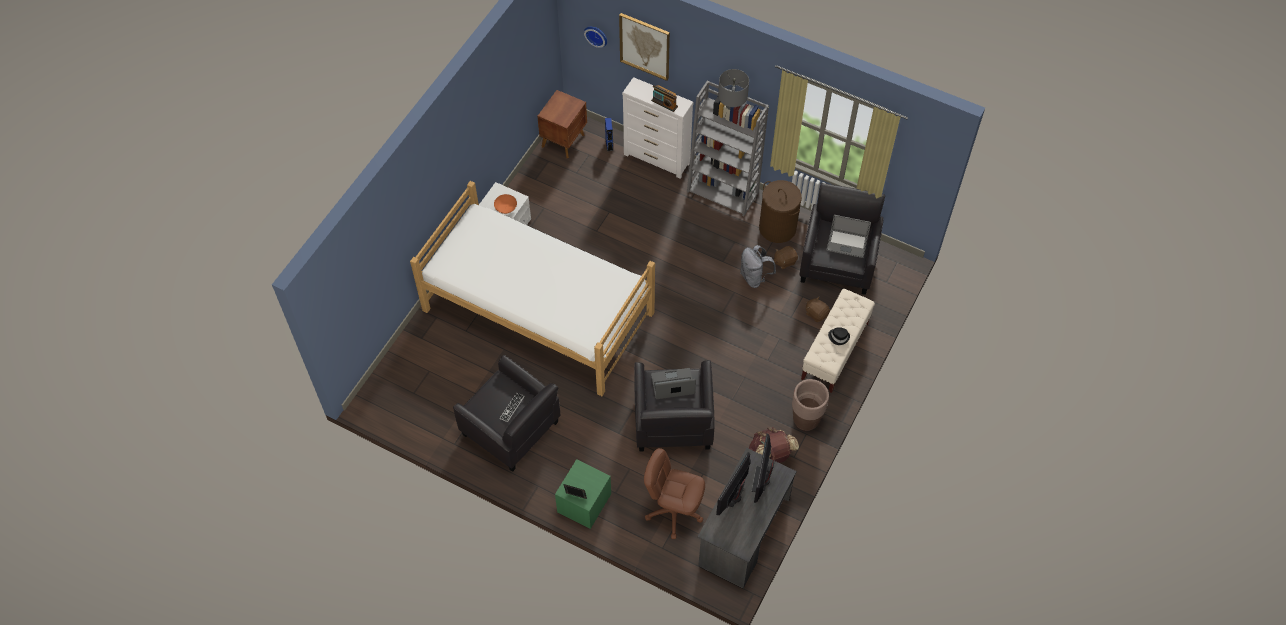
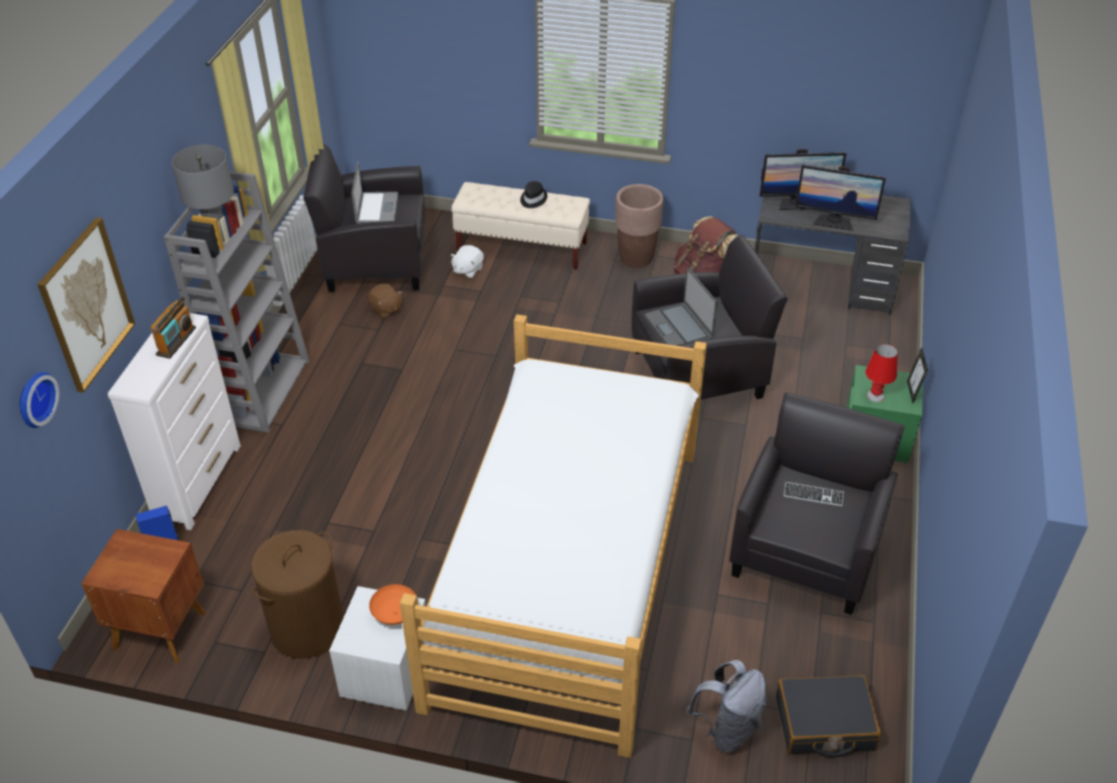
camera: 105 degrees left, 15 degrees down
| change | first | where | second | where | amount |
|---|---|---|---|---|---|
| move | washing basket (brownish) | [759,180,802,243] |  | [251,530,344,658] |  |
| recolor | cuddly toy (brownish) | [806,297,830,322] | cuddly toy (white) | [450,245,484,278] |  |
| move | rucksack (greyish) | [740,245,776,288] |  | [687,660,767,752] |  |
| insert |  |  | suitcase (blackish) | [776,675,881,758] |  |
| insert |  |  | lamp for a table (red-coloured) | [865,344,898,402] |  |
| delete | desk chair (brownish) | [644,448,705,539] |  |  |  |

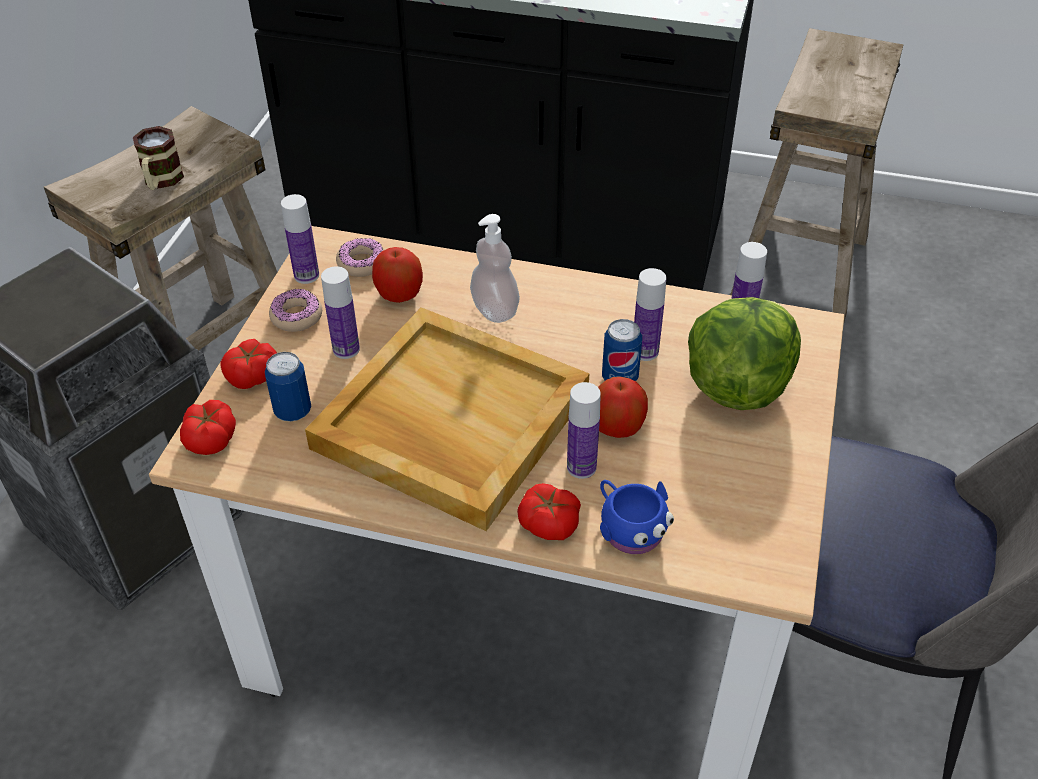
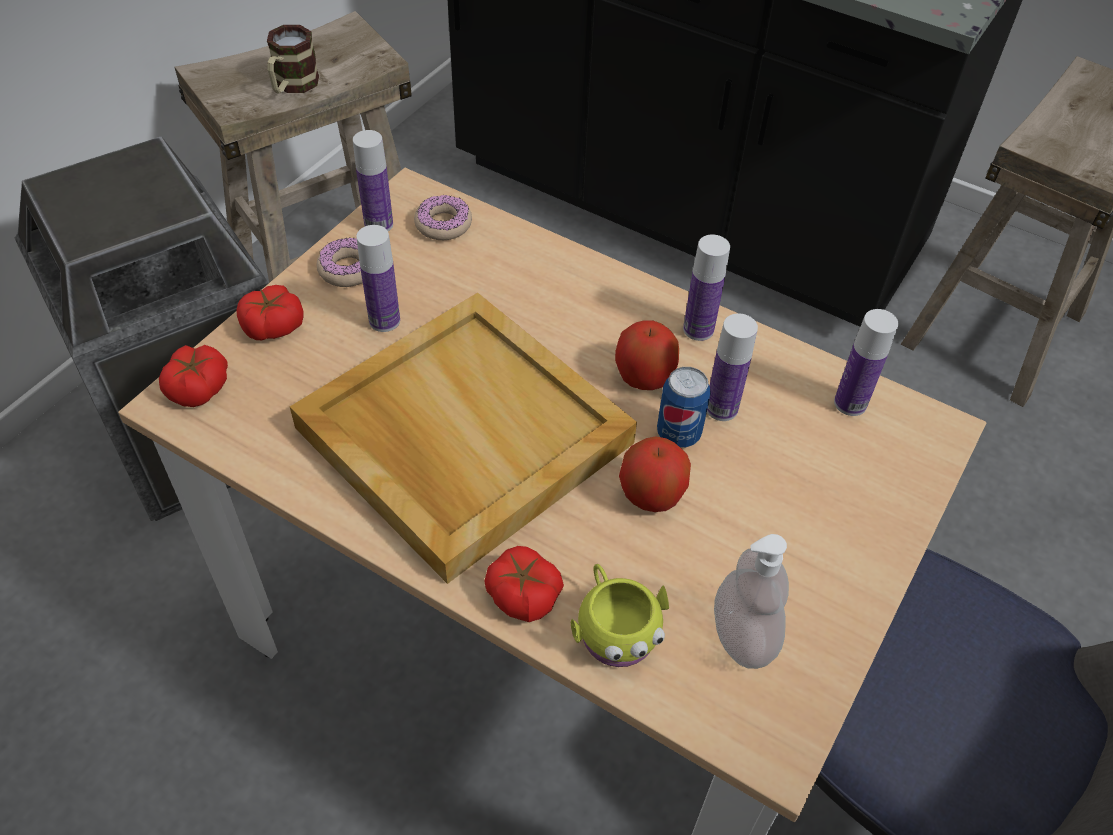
camera: 15 degrees right, 5 degrees up
| change | first | where | second | where | amount |
|---|---|---|---|---|---|
| recolor | tea mug (blue-coloured) | [600,480,674,554] | tea mug (yellow) | [571,564,669,667] |  |
| move | apple fruit | [372,247,423,303] |  | [615,320,679,390] |  |
| move | drink bottle | [567,382,601,479] |  | [683,235,730,341] |  |
| move | soap bottle | [470,214,520,323] |  | [714,534,789,669] |  |
| delete | can | [265,352,311,422] |  |  |  |
| delete | head of lettuce | [688,297,801,410] |  |  |  |

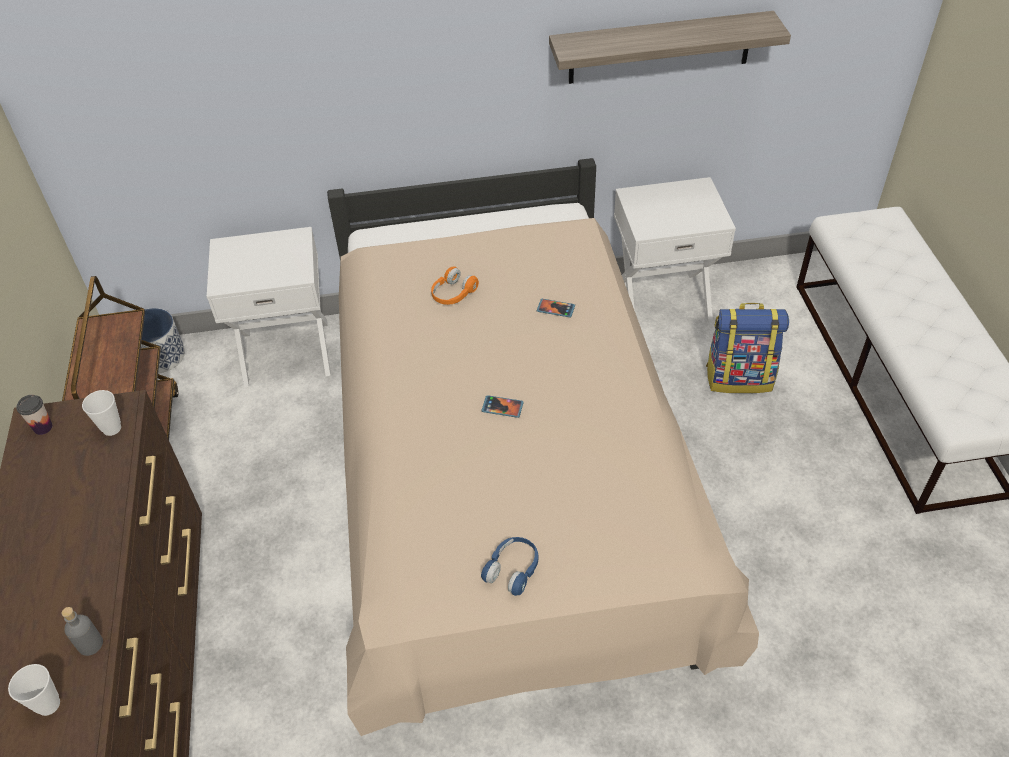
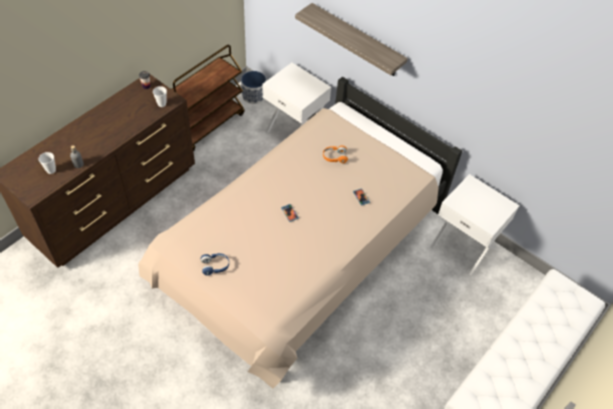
camera: 45 degrees right, 5 degrees up
| change | first | where | second | where | amount |
|---|---|---|---|---|---|
| move | wall shelf | [549,11,791,84] |  | [295,3,408,76] |  |
| delete | rucksack | [706,303,789,393] |  |  |  |

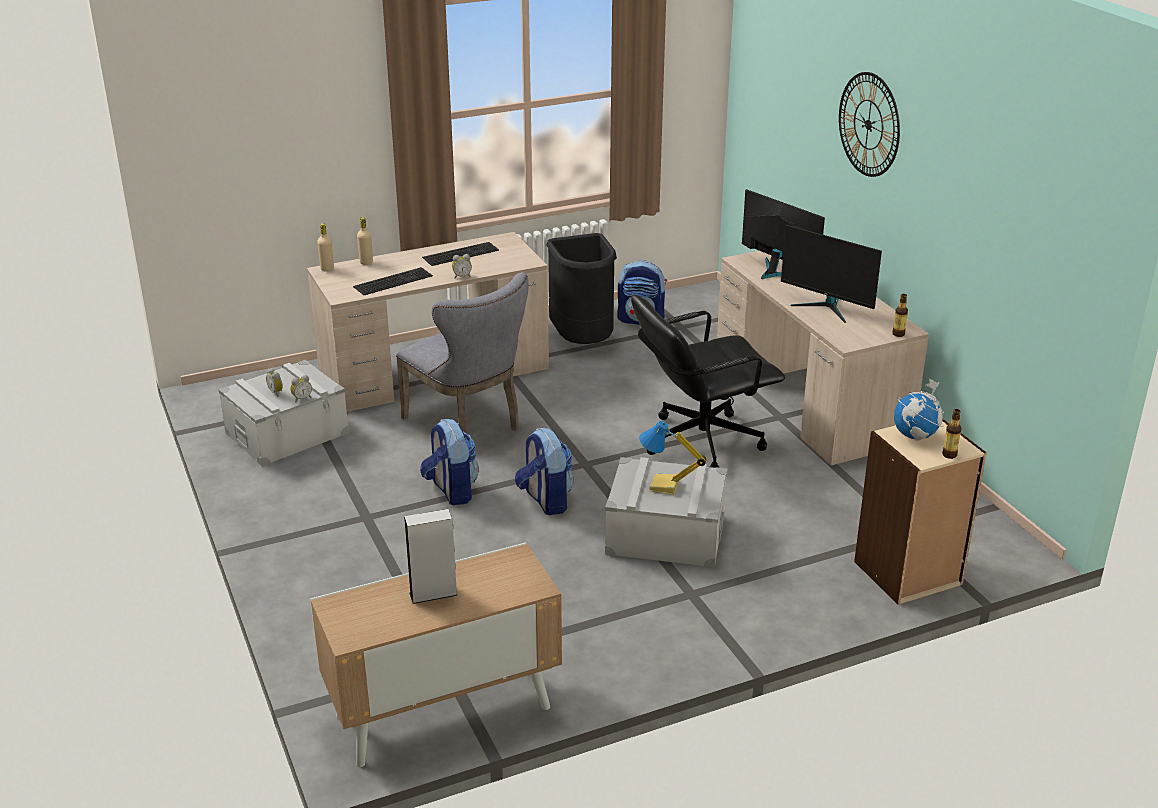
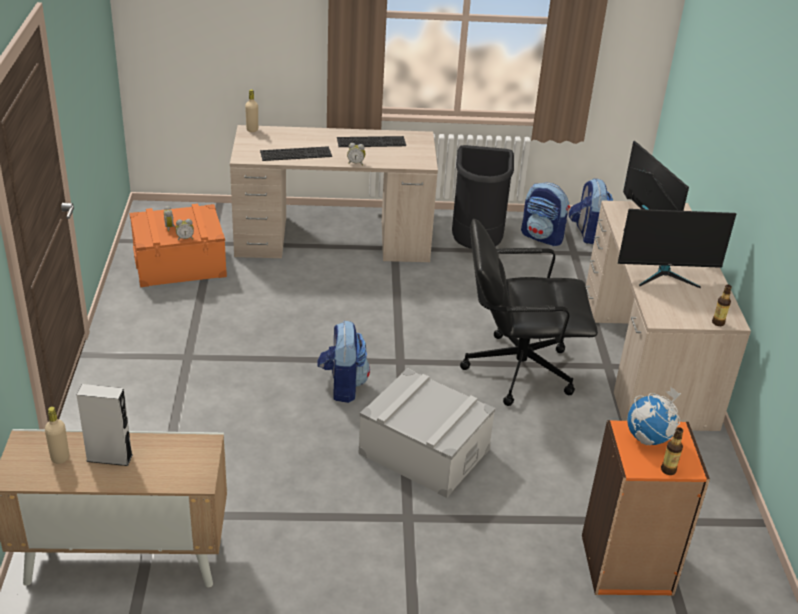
camera: 20 degrees right, 5 degrees up
| change | first | where | second | where | amount |
|---|---|---|---|---|---|
| move | drink bottle (beige) | [357,217,373,265] |  | [45,406,69,464] |  |
| recolor | storage box (greyish) | [219,360,349,467] | storage box (orangey) | [129,204,227,287] |  |
| move | rucksack | [420,419,479,505] |  | [569,178,613,244] |  |
| recolor | bookshelf (beige) | [854,419,987,605] | bookshelf (orangey) | [582,420,710,596] |  |
| rotate | computer screen | [781,225,882,323] |  | [618,209,736,289] | 60 degrees counterclockwise |
| delete | chair (greyish) | [396,272,529,433] |  |  |  |
| delete | lamp for a table | [639,421,707,495] |  |  |  |
| delete | hanging clock | [839,72,900,177] |  |  |  |

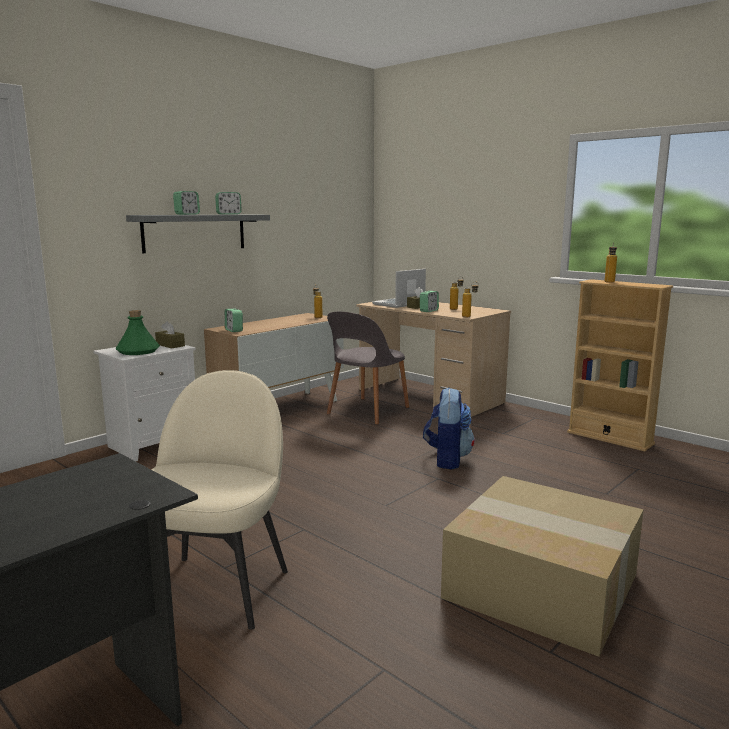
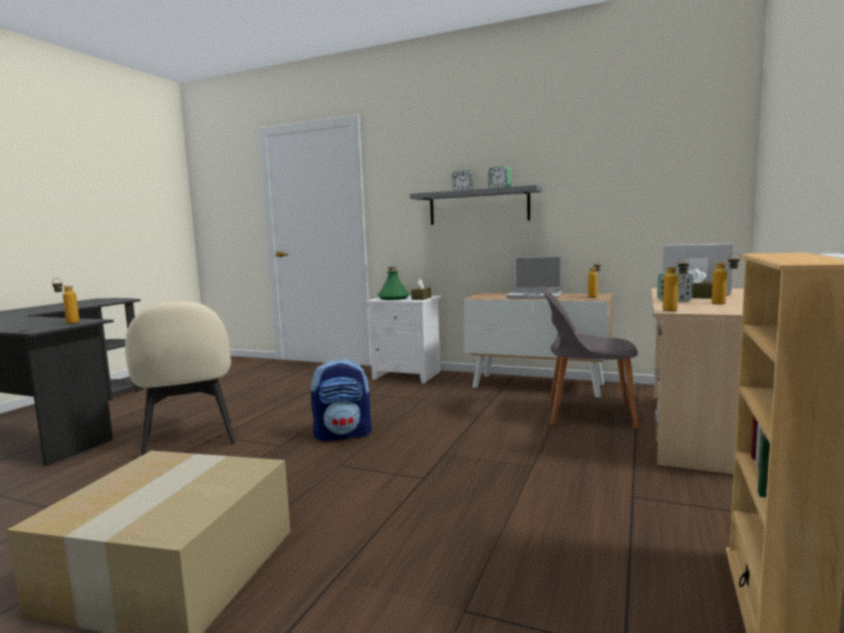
camera: 70 degrees right, 5 degrees down
| change | first | where | second | where | amount |
|---|---|---|---|---|---|
| move | drink bottle | [605,242,617,283] |  | [52,278,80,324] |  |
| rotate | chair (beige) | [152,370,288,630] |  | [125,301,236,456] | 75 degrees clockwise |
| move | rucksack | [423,388,475,470] |  | [311,359,372,441] |  |
| insert |  |  | laptop | [506,255,562,299] |  |
| delete | table clock | [225,309,243,332] |  |  |  |

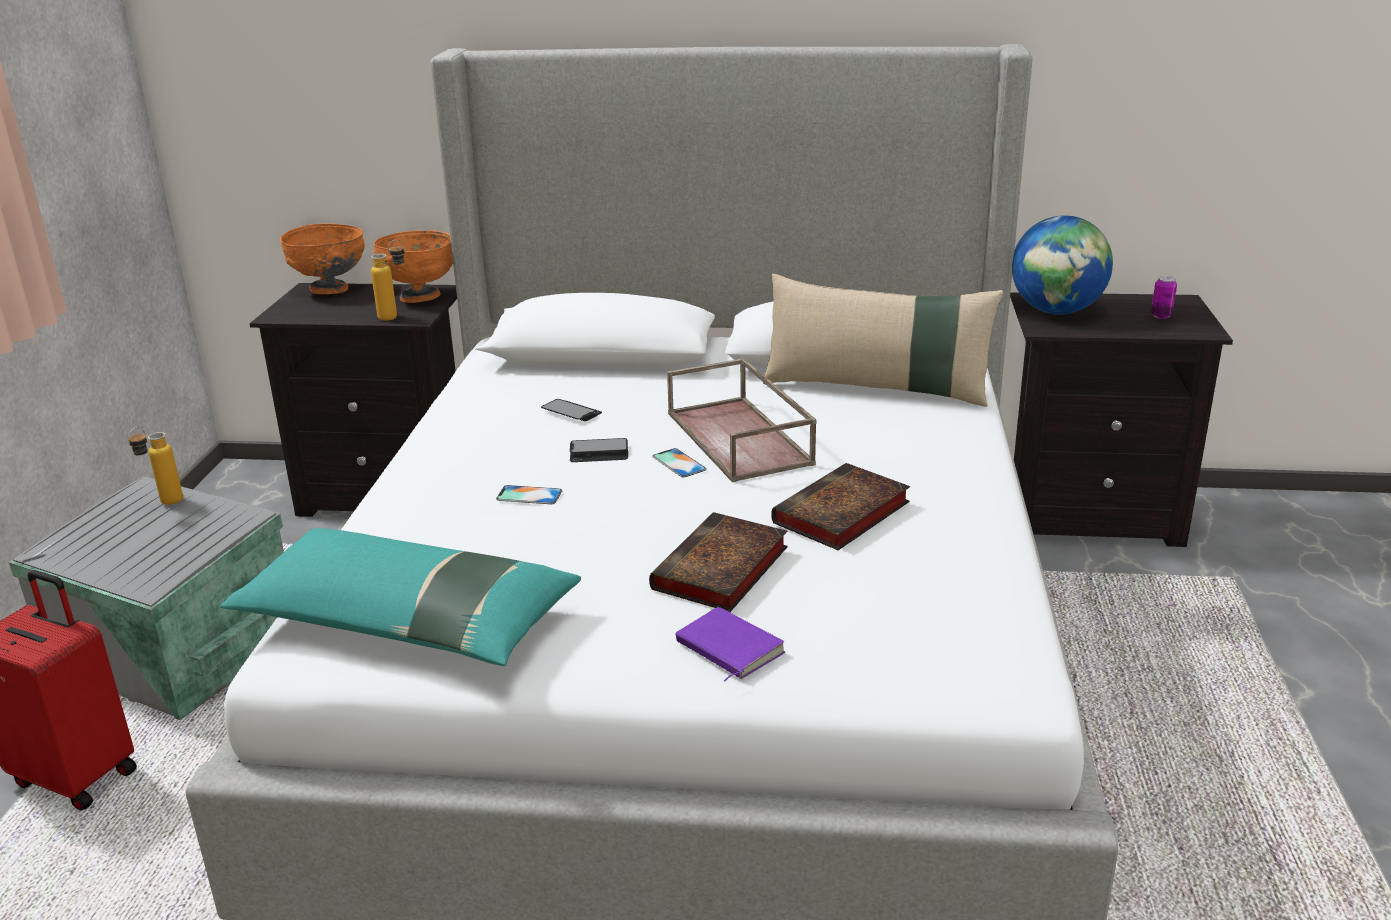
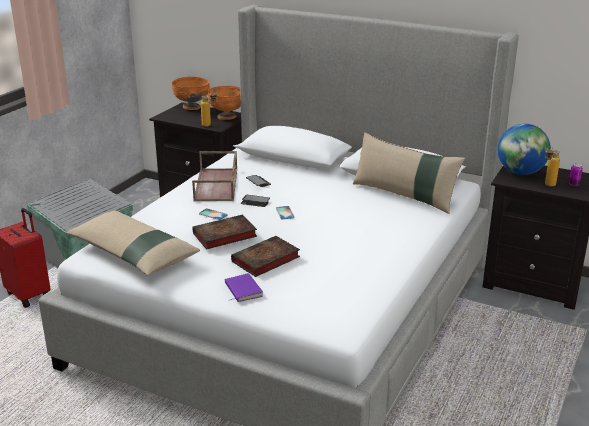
camera: 20 degrees right, 0 degrees up
| change | first | where | second | where | amount |
|---|---|---|---|---|---|
| recolor | throw pillow (turquoise) | [221,528,581,666] | throw pillow (beige) | [66,211,200,276] |  |
| move | serving tray (brownish) | [667,358,817,482] |  | [192,151,237,201] |  |
| move | volume | [771,463,910,550] |  | [192,214,257,249] |  |
| move | drink bottle | [128,427,183,505] |  | [545,146,560,187] |  |

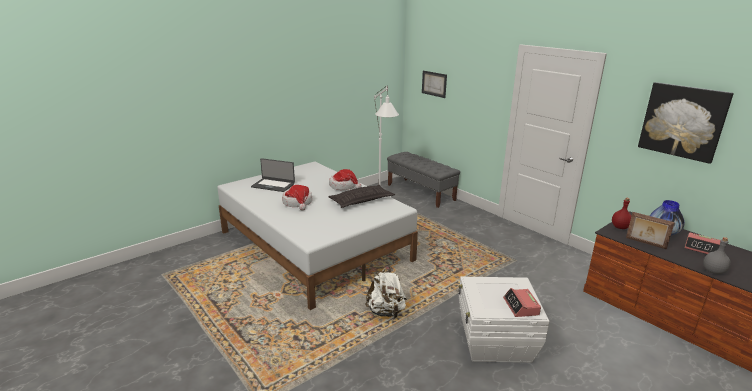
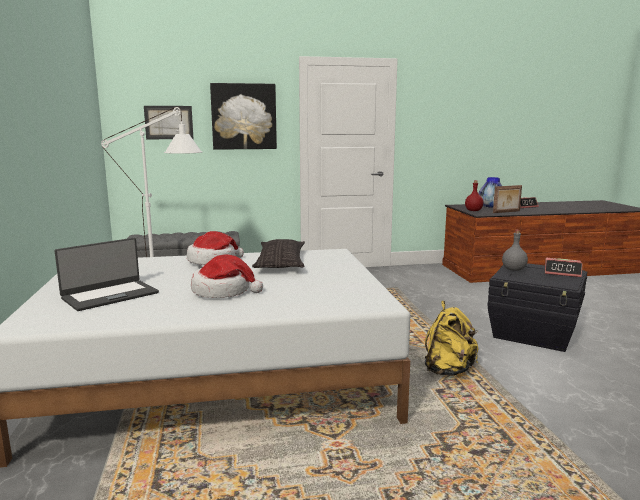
camera: 60 degrees left, 10 degrees down
| change | first | where | second | where | amount |
|---|---|---|---|---|---|
| move | picture | [638,82,734,164] |  | [210,83,277,150] |  |
| recolor | rucksack (white) | [365,266,407,318] | rucksack (yellow) | [425,301,478,376] |  |
| recolor | storage box (white) | [459,277,549,363] | storage box (blackish) | [488,263,587,352] |  |
| move | drink bottle (greyish) | [704,237,731,274] |  | [502,230,528,271] |  |

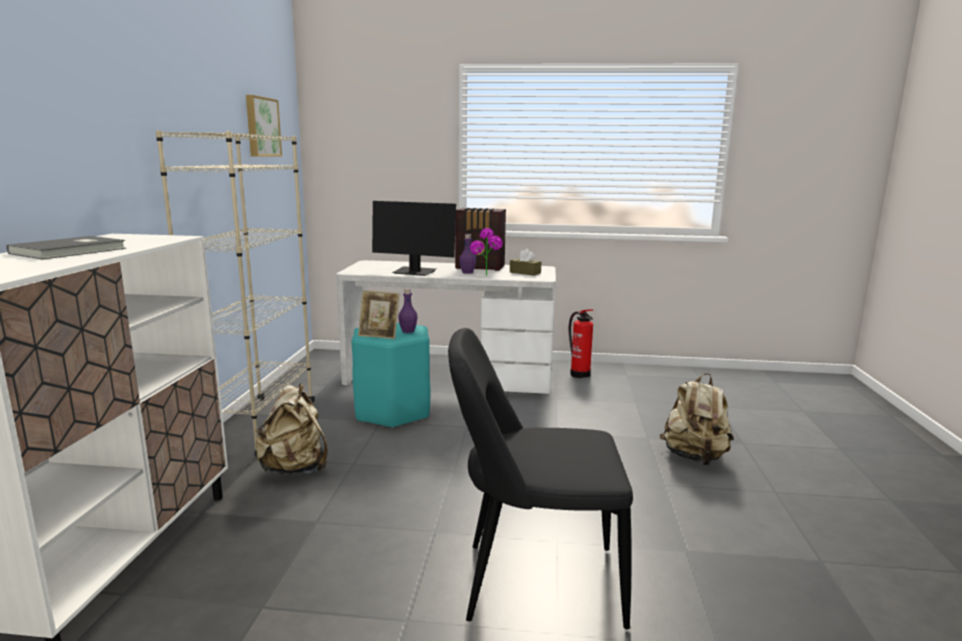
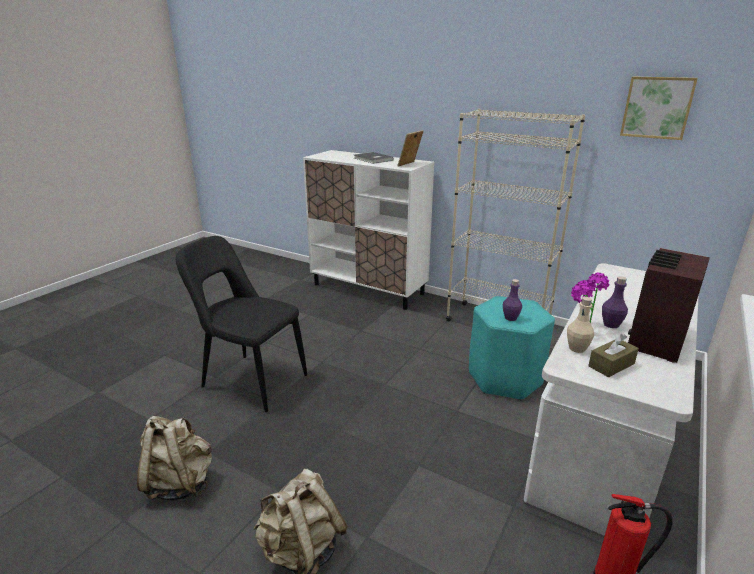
camera: 115 degrees right, 10 degrees up
| change | first | where | second | where | amount |
|---|---|---|---|---|---|
| move | rucksack (beige) | [255,384,327,474] |  | [137,416,213,500] |  |
| rotate | chair (blackish) | [448,328,633,629] |  | [176,236,307,412] | 90 degrees counterclockwise |
| move | picture frame | [358,290,400,339] |  | [398,130,424,167] |  |
| insert |  |  | drink bottle (beige) | [567,297,594,353] |  |
| delete | computer screen | [372,201,456,276] |  |  |  |

